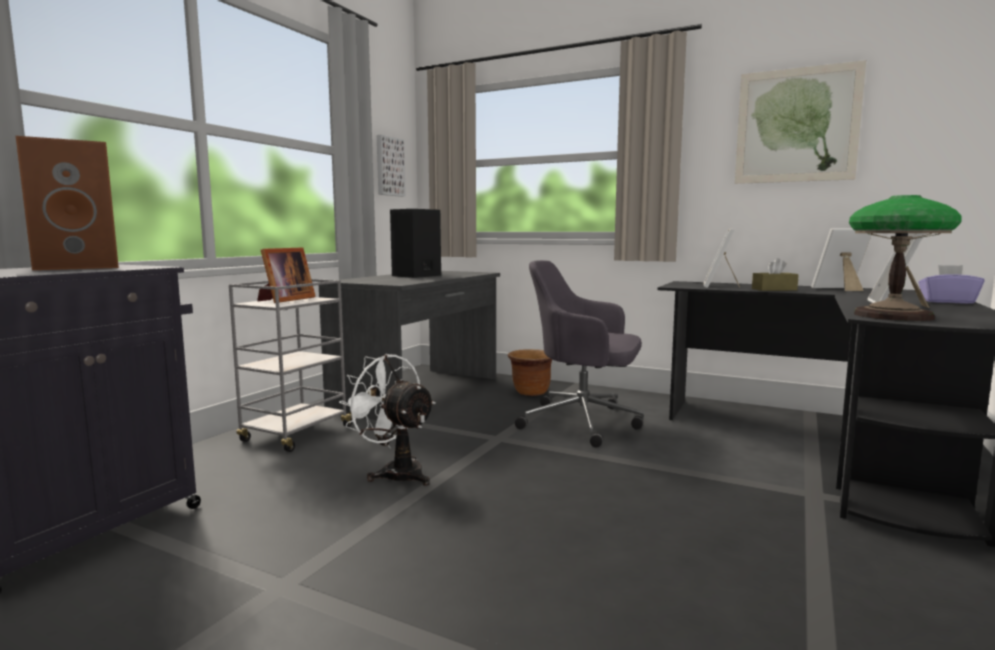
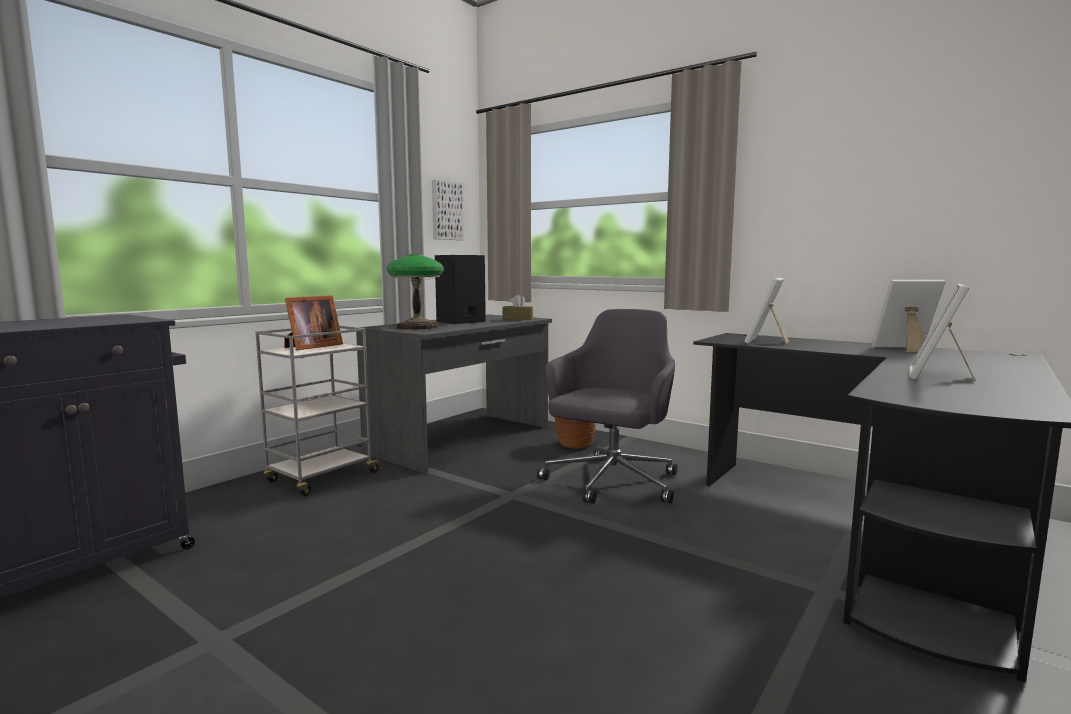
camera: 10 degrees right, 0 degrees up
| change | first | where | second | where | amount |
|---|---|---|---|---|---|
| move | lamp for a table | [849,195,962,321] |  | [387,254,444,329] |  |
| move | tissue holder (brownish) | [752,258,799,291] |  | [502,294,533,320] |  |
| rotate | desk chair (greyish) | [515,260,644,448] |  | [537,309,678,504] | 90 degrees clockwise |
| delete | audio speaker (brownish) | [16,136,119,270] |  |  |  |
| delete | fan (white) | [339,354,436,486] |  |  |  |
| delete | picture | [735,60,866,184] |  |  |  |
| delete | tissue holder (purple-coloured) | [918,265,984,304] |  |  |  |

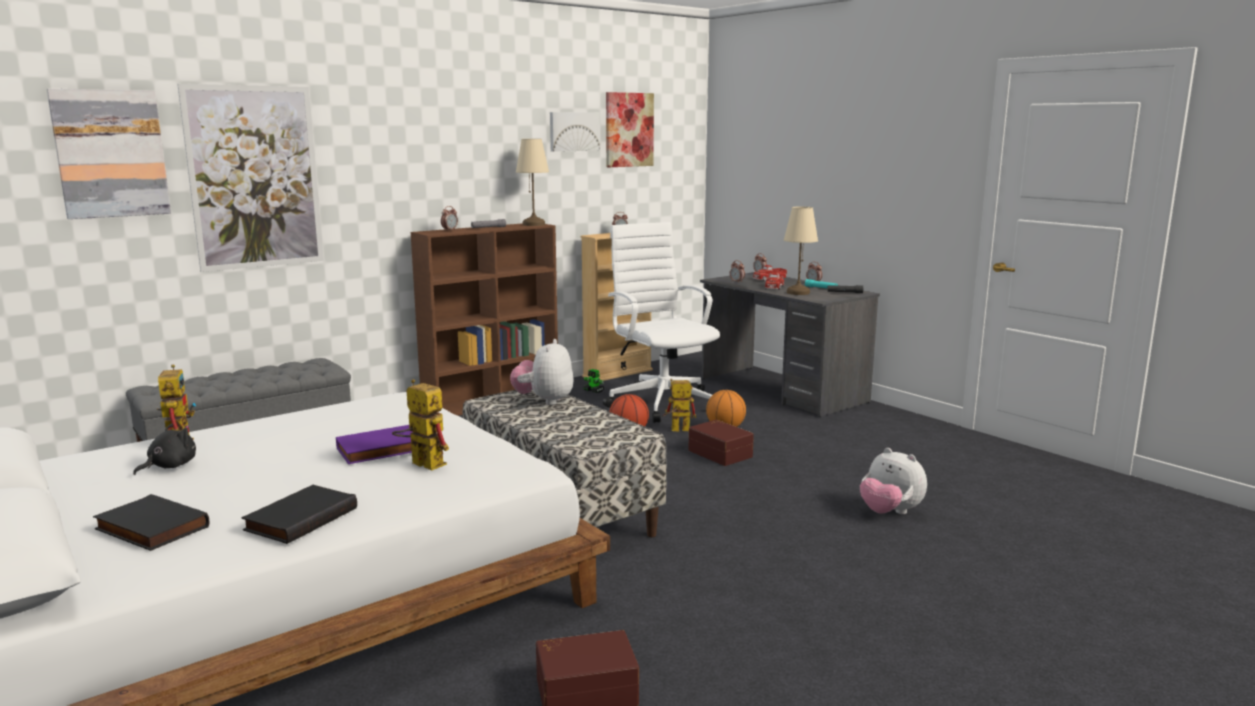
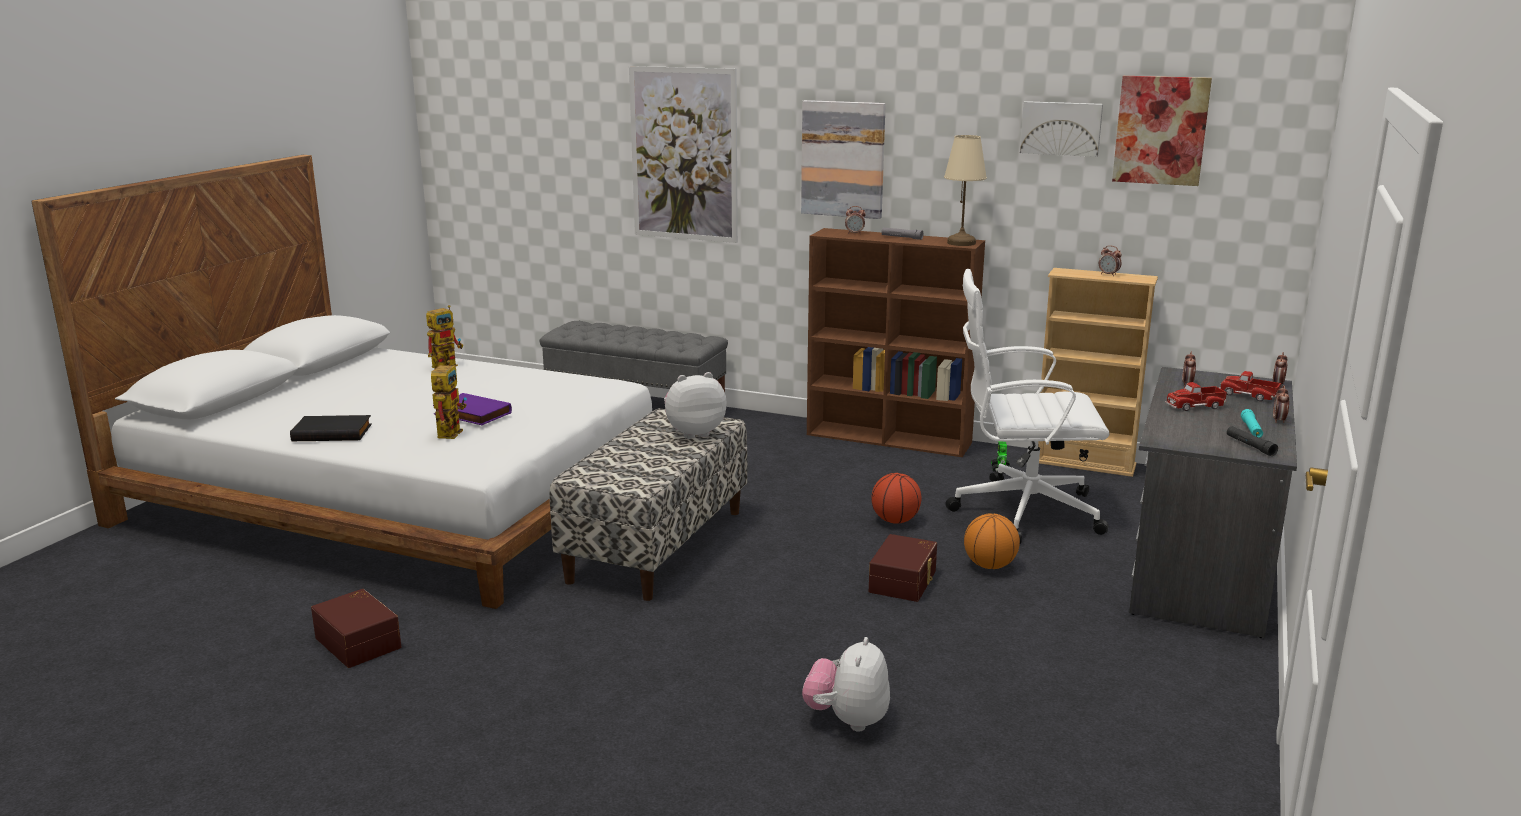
camera: 60 degrees right, 5 degrees up
| change | first | where | second | where | amount |
|---|---|---|---|---|---|
| move | picture | [47,89,171,219] |  | [801,100,886,219] |  |
| rotate | desk chair (white) | [603,222,720,423] |  | [945,269,1110,544] | 120 degrees counterclockwise |
| delete | volume (blackish) | [93,494,210,551] |  |  |  |
| delete | cuddly toy (blackish) | [133,423,196,475] |  |  |  |
| delete | toy robot | [662,379,696,432] |  |  |  |
| delete | lamp for a table (beige) | [784,206,818,295] |  |  |  |

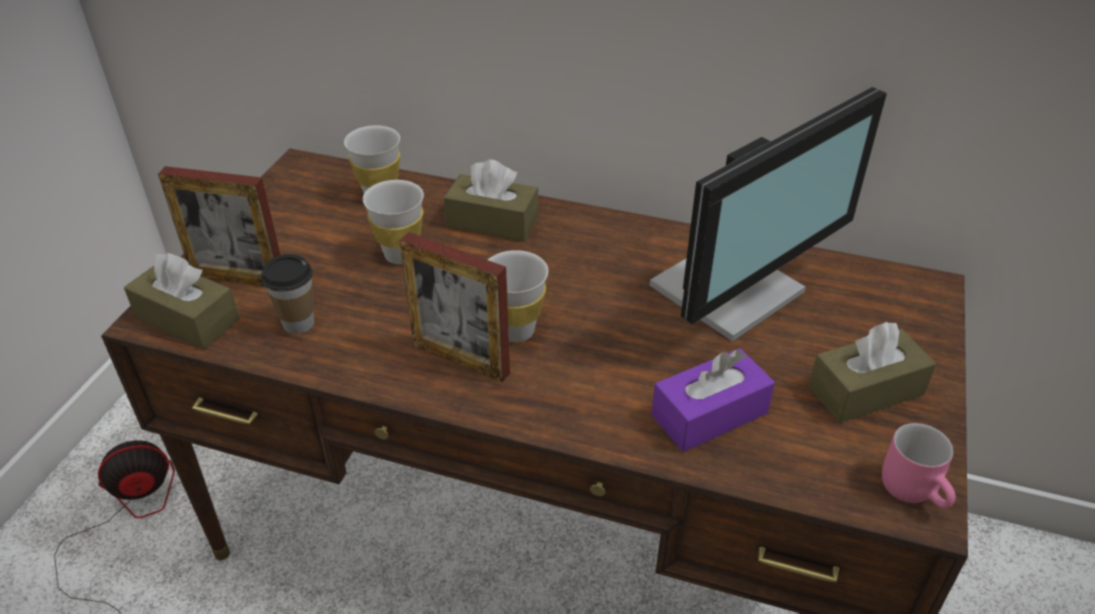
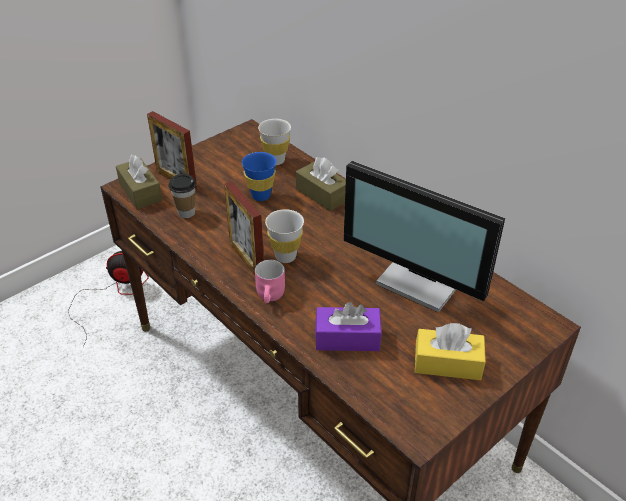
camera: 30 degrees right, 0 degrees up
| change | first | where | second | where | amount |
|---|---|---|---|---|---|
| recolor | small cup (white) | [363,180,424,264] | small cup (blue-coloured) | [242,152,277,201] |  |
| move | tea mug (pink-coloured) | [882,423,956,509] |  | [255,260,285,303] |  |
| rotate | computer screen | [650,87,887,342] |  | [344,161,505,313] | 45 degrees clockwise |
| recolor | tissue holder (brownish) | [808,322,936,423] | tissue holder (yellow) | [415,323,486,380] |  |

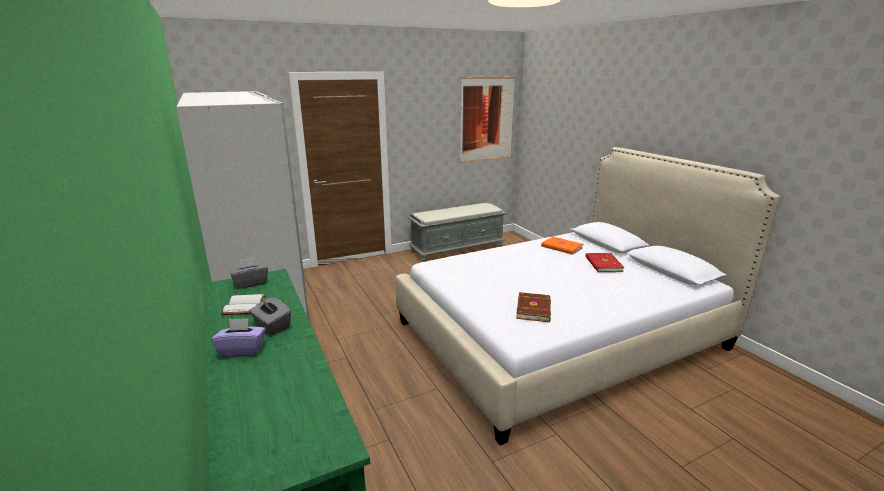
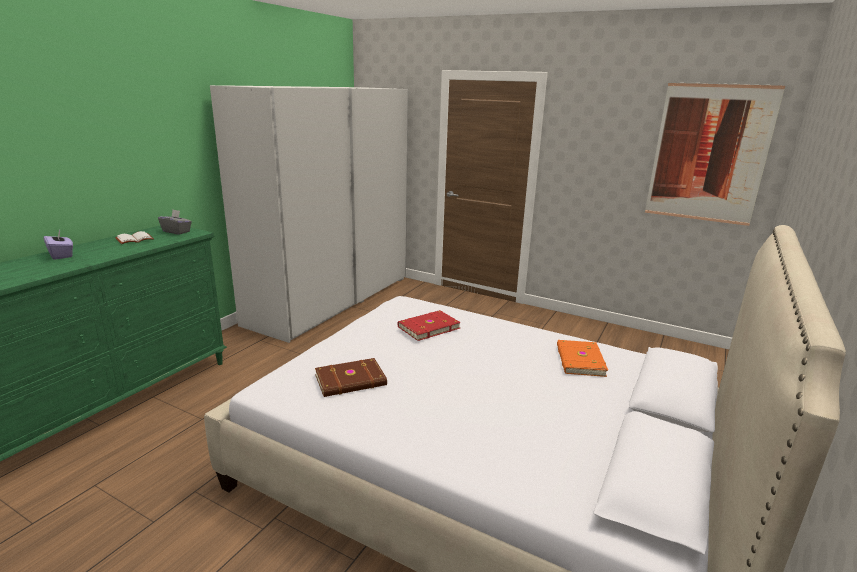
camera: 55 degrees right, 0 degrees up
| change | first | where | second | where | amount |
|---|---|---|---|---|---|
| move | volume (red-coloured) | [585,253,625,272] |  | [398,310,461,341] |  |
| delete | tissue holder (greyish) | [249,297,291,335] |  |  |  |
| delete | indoor bench (greyish) | [408,202,507,262] |  |  |  |

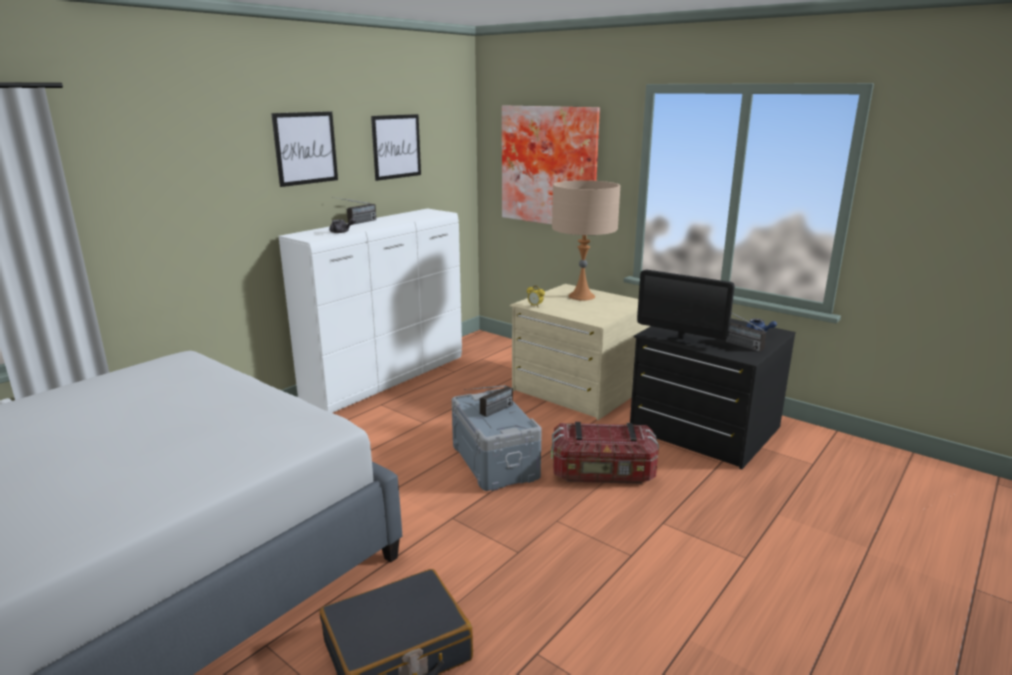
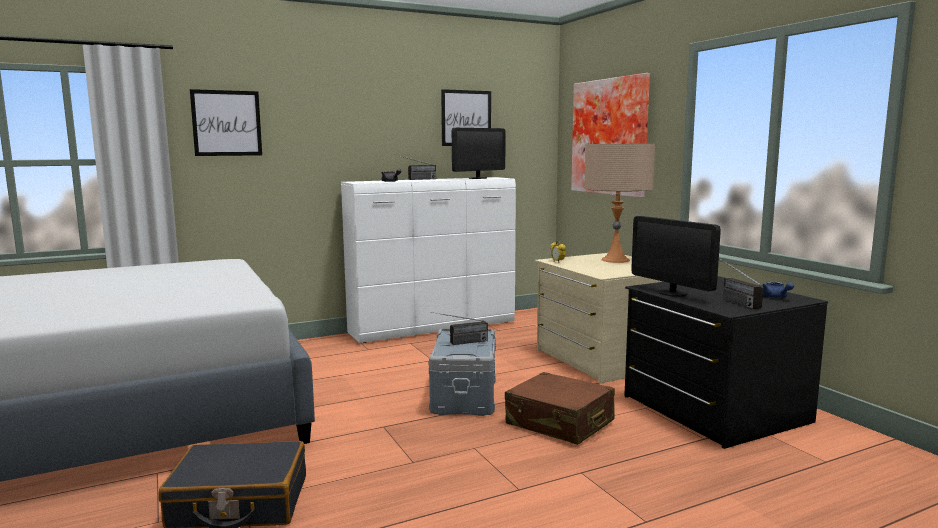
camera: 25 degrees right, 10 degrees down
| change | first | where | second | where | amount |
|---|---|---|---|---|---|
| move | picture | [271,112,338,187] |  | [190,89,262,156] |  |
| insert |  |  | computer screen | [452,128,505,179] |  |
| replace | storage box | [551,422,659,484] | suitcase (brownish) | [505,372,615,445] |  |

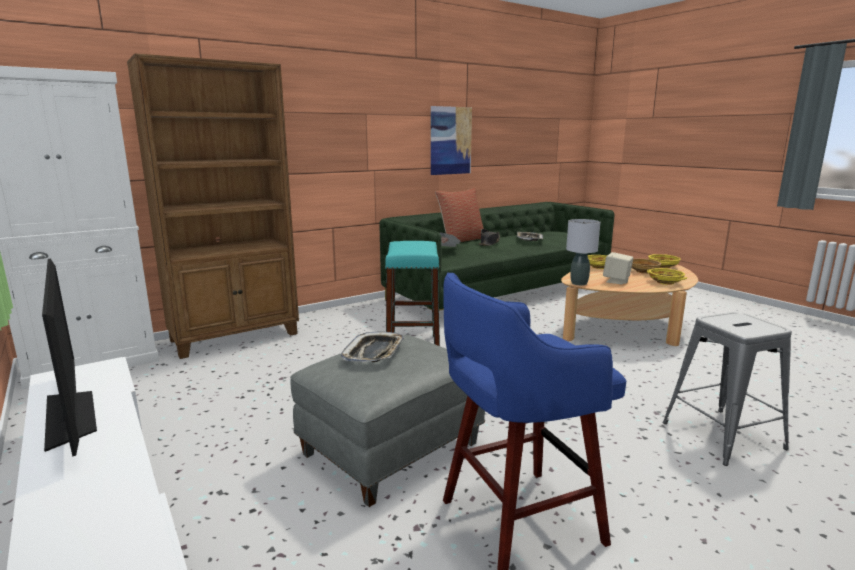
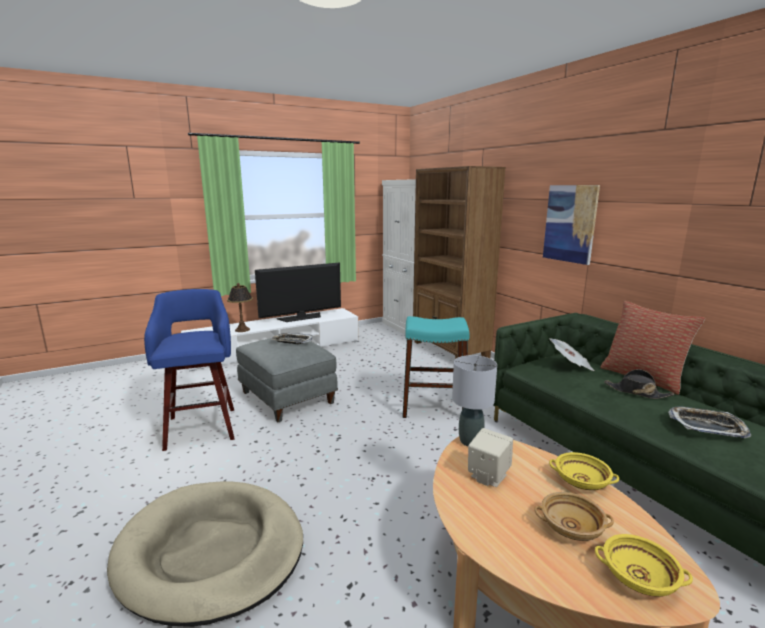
camera: 95 degrees right, 0 degrees up
| change | first | where | second | where | amount |
|---|---|---|---|---|---|
| replace | sitting stool (greyish) | [663,312,792,466] | dog bed (beige) | [107,481,303,627] |  |
| insert |  |  | lamp for a table | [227,283,253,332] |  |
| move | picture | [431,106,472,175] |  | [543,185,600,265] |  |
| delete | bowl (yellow) | [647,268,687,285] |  |  |  |

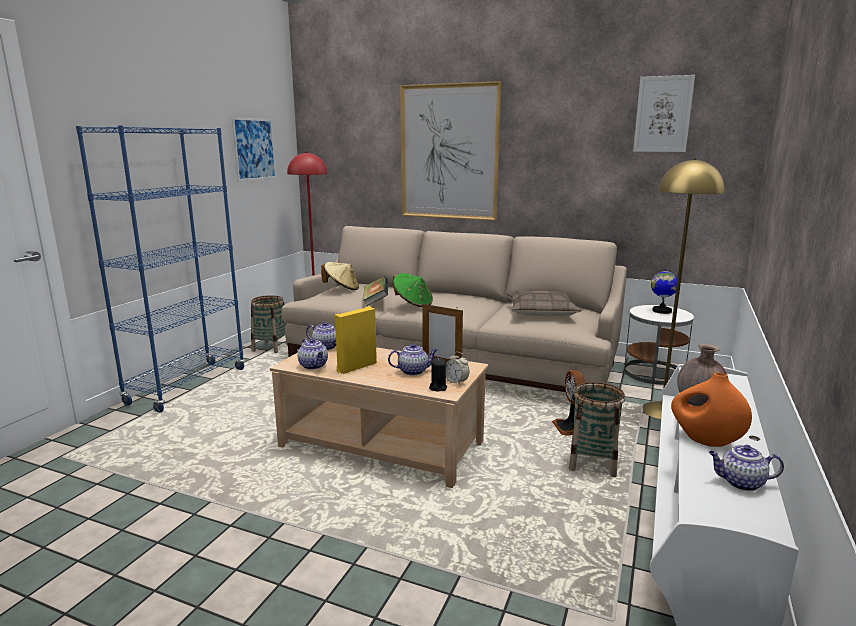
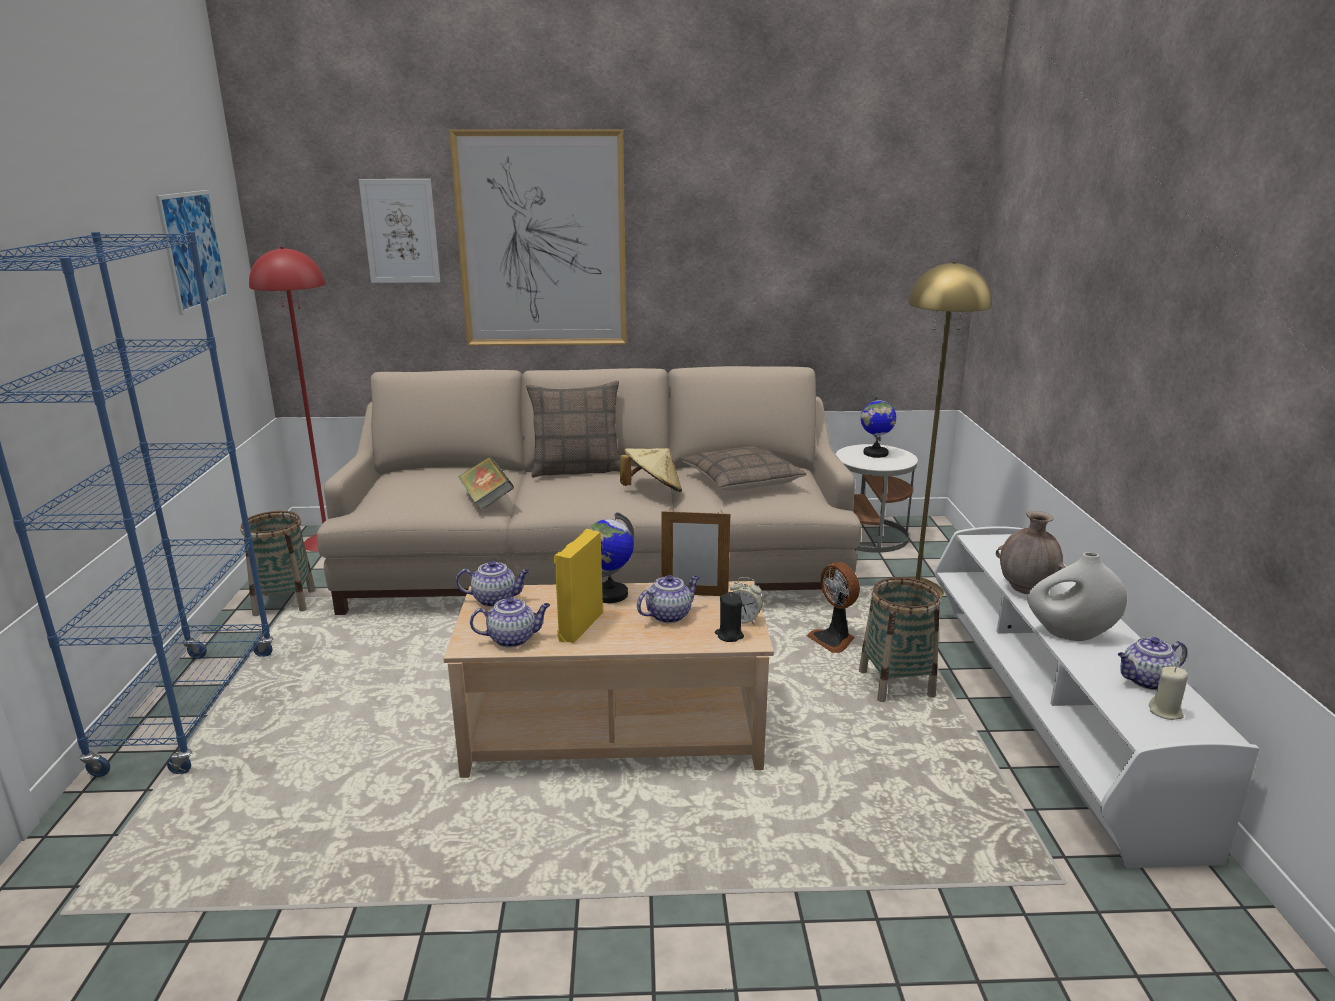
camera: 25 degrees left, 5 degrees up
| change | first | where | second | where | amount |
|---|---|---|---|---|---|
| move | picture | [633,75,695,152] |  | [359,179,440,283] |  |
| rotate | tea pot | [298,338,328,370] |  | [470,597,550,648] | 45 degrees counterclockwise |
| insert |  |  | throw pillow | [526,381,620,478] |  |
| insert |  |  | globe | [588,512,634,603] |  |
| move | clothing hat (beige) | [321,262,359,290] |  | [620,448,682,492] |  |
| recolor | flower vase (orangey) | [671,373,752,447] | flower vase (white) | [1027,552,1127,641] |  |
| insert |  |  | wax light (beige) | [1149,667,1188,720] |  |
| delete | clothing hat (green) | [393,273,433,307] |  |  |  |

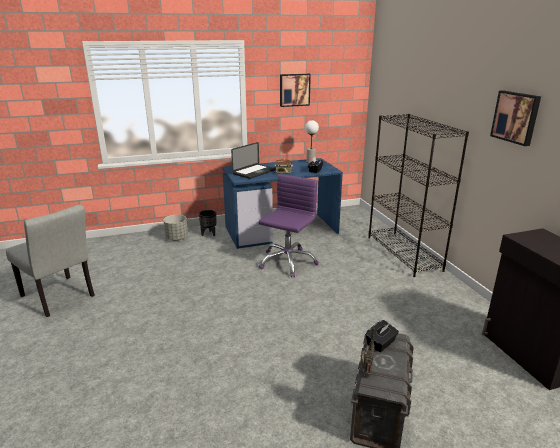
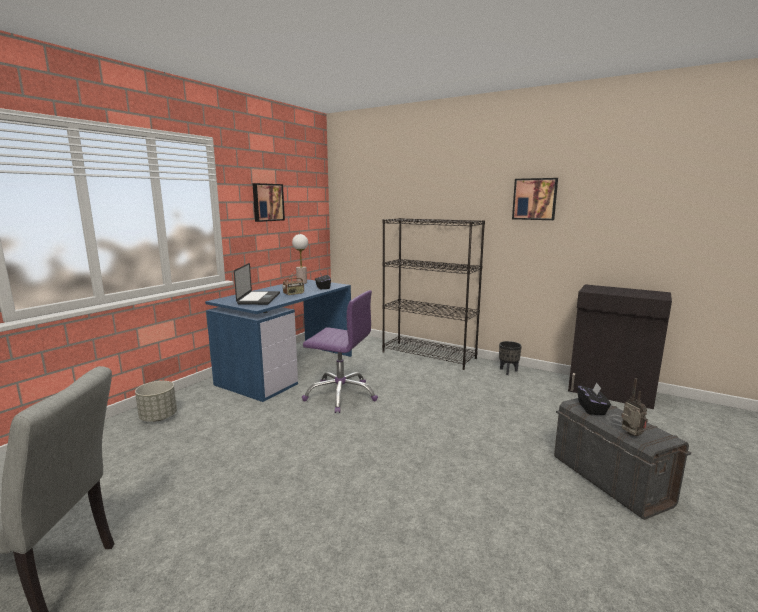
camera: 40 degrees left, 10 degrees down
| change | first | where | second | where | amount |
|---|---|---|---|---|---|
| rotate | desk chair (purple-coloured) | [258,174,319,277] |  | [302,290,378,413] | 120 degrees clockwise |
| move | plant pot (blackish) | [199,210,216,236] |  | [499,341,522,375] |  |

